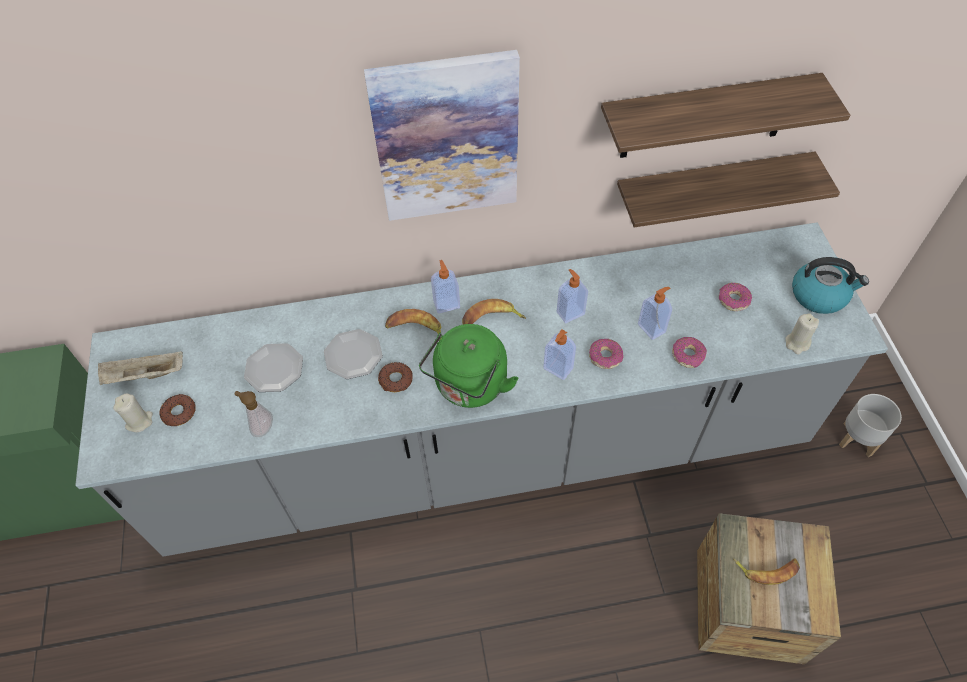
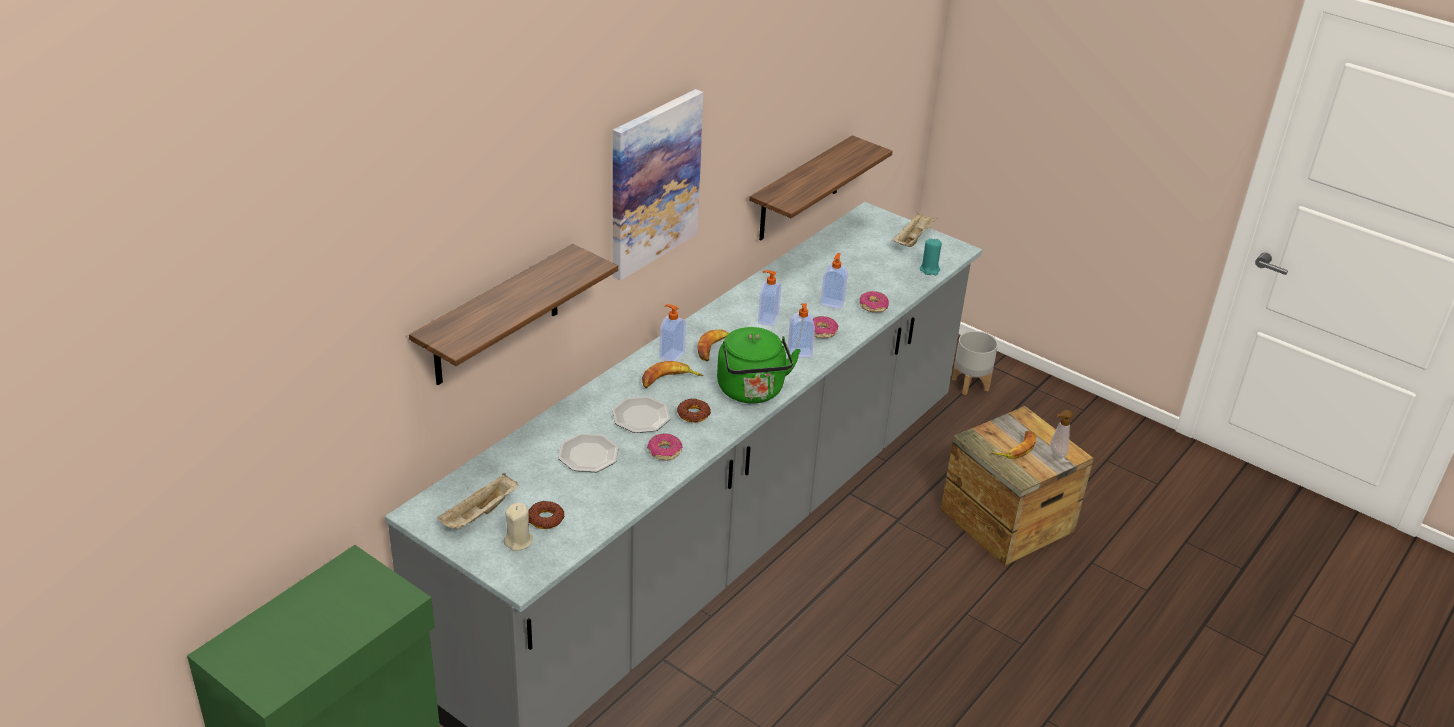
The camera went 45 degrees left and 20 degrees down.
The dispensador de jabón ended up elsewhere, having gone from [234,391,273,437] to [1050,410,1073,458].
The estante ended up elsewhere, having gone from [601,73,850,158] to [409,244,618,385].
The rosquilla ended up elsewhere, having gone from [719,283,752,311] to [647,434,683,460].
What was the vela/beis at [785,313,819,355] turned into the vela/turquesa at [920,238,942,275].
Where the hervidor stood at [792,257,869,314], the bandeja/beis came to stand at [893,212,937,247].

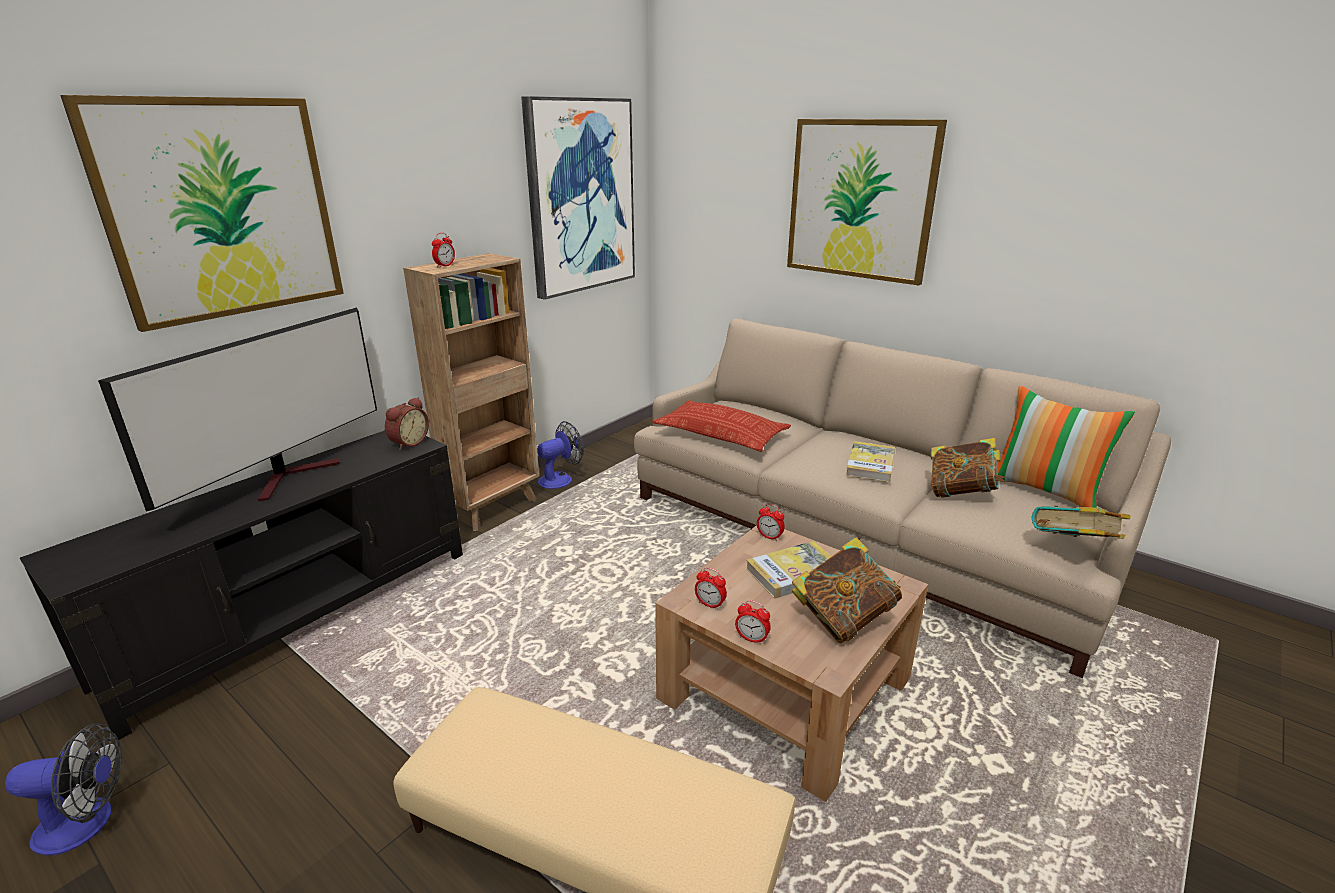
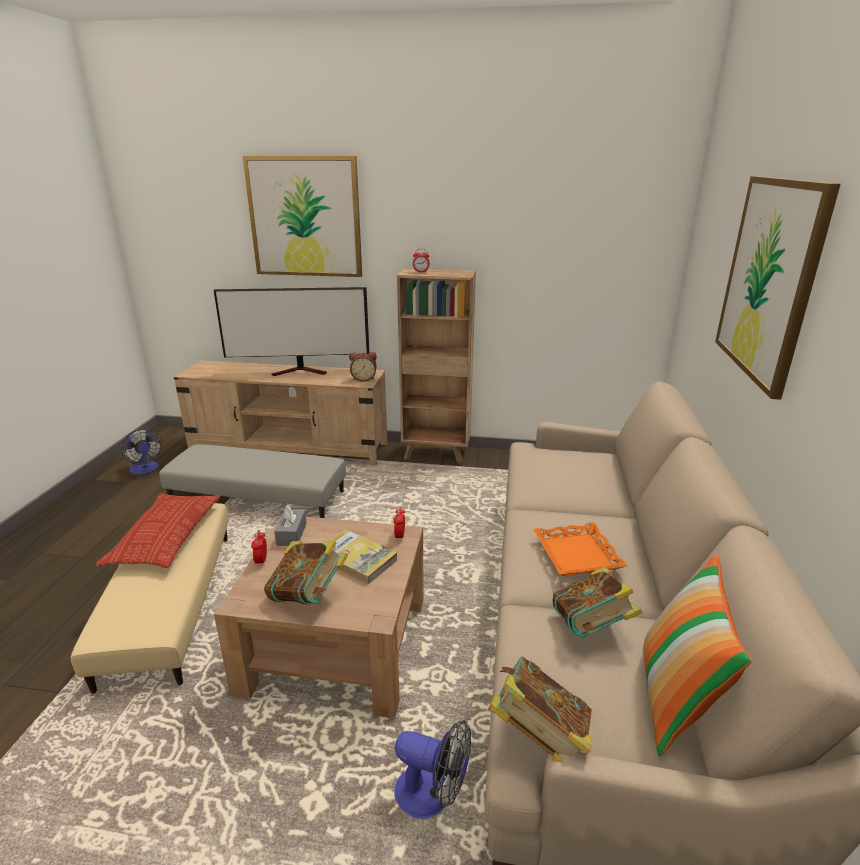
The camera went 60 degrees right and 0 degrees up.
What was the mueble de televisión/negro at [20,430,463,740] turned into the mueble de televisión/beis at [174,360,387,466].
The second view lost the cuadro at [521,96,635,300].
The ventilador ended up elsewhere, having gone from [537,421,583,489] to [394,720,471,819].
The cojín ended up elsewhere, having gone from [652,400,791,452] to [96,493,221,568].
Where the despertador stood at [695,567,727,610], the caja de pañuelos/gris came to stand at [274,505,307,546].
Where the libro stood at [846,441,895,482], the bandeja/naranja came to stand at [533,522,627,576].
The second view gained the puf/gris at [159,444,346,518].

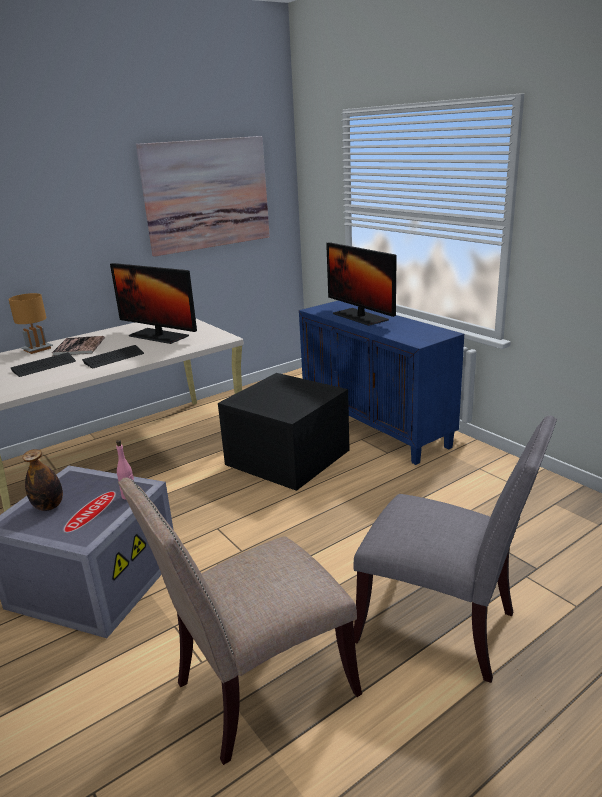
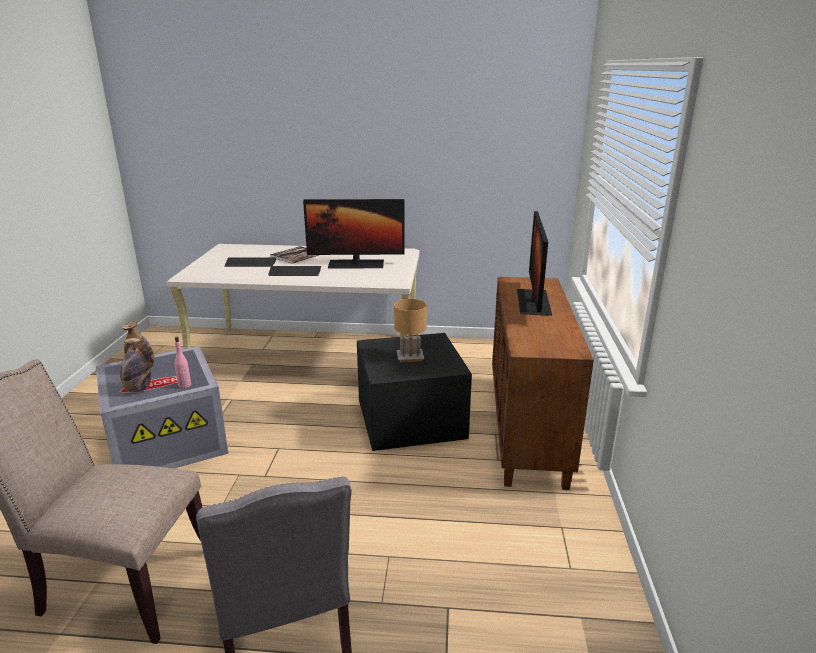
The camera went 40 degrees right and 0 degrees up.
The lámpara de mesa/marrón ended up elsewhere, having gone from [8,293,53,354] to [394,299,427,362].
The monitor at [110,263,197,344] ended up facing another way, 75 degrees counterclockwise from before.
The second view lost the cuadro at [136,136,270,257].
What was the armario/azul at [299,300,464,465] turned into the armario/marrón at [492,277,594,490].
The second view gained the botella at [120,338,151,392].

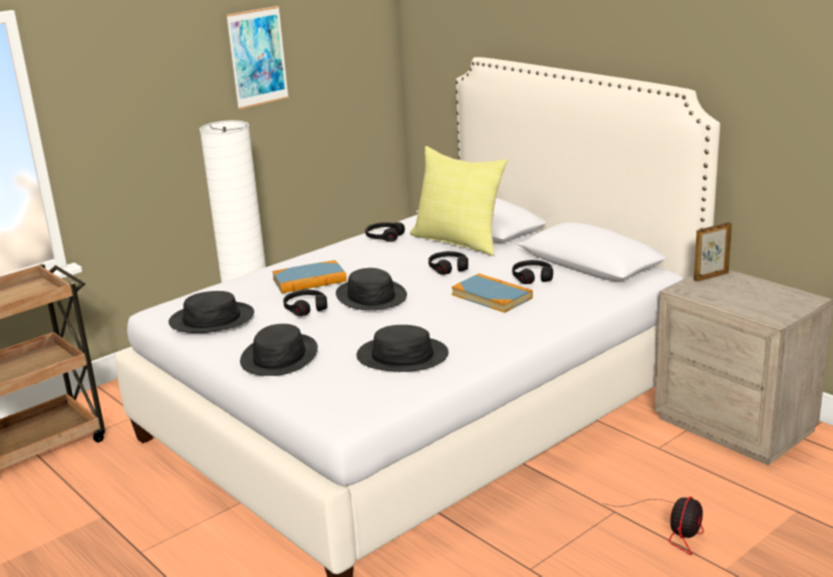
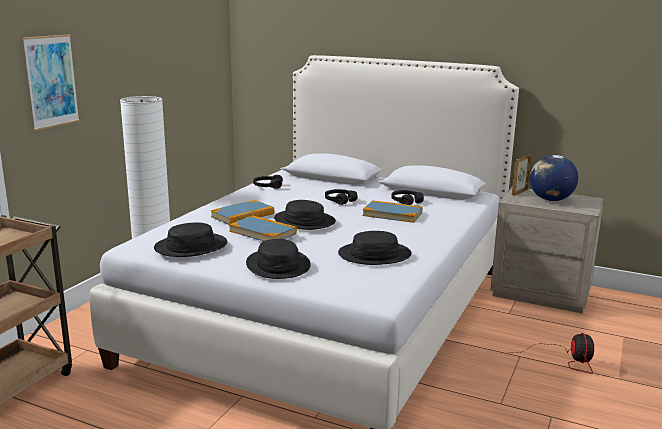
The camera went 25 degrees left and 5 degrees down.
The cuadro ended up elsewhere, having gone from [226,6,289,109] to [22,34,80,131].
Where the auriculares/negro stood at [283,290,327,316], the libro came to stand at [229,215,297,241].
The second view lost the cojín/amarillo at [410,146,507,256].
The second view gained the globo terráqueo at [530,155,578,201].

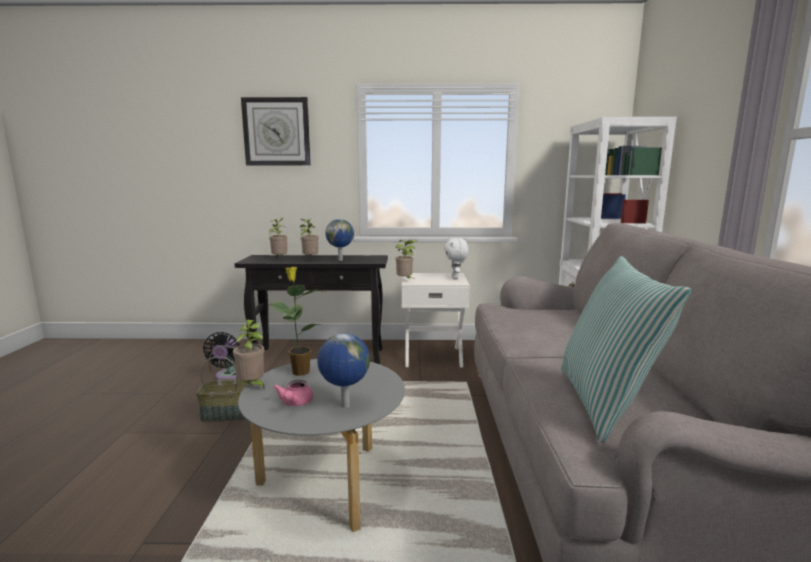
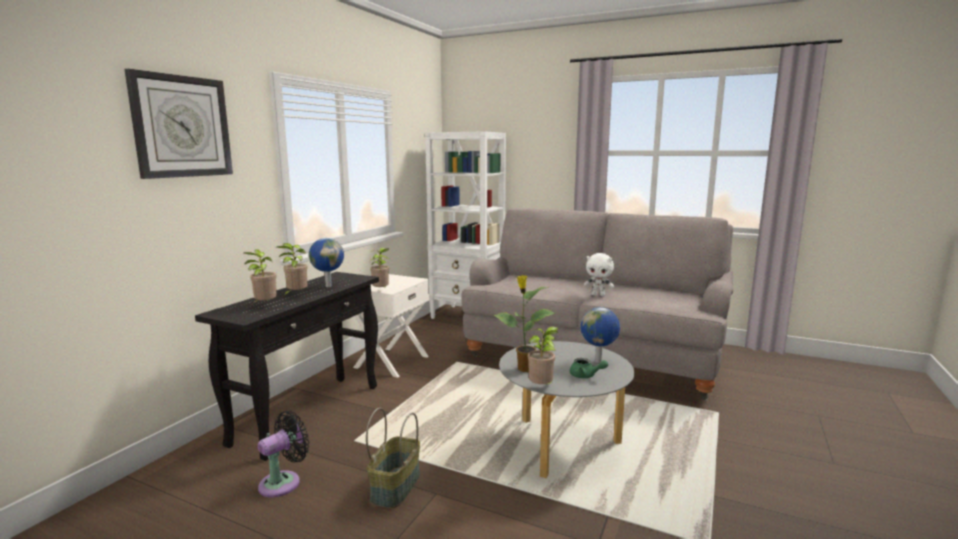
The camera went 65 degrees left and 0 degrees up.
The ventilador/negro at [203,332,240,379] ended up facing another way, 75 degrees counterclockwise from before.
What was the tetera/rosa at [274,380,313,406] turned into the tetera/verde at [570,358,608,378].
The peluche/blanco ended up elsewhere, having gone from [444,238,469,279] to [584,253,614,296].
The second view lost the cojín at [561,256,691,443].

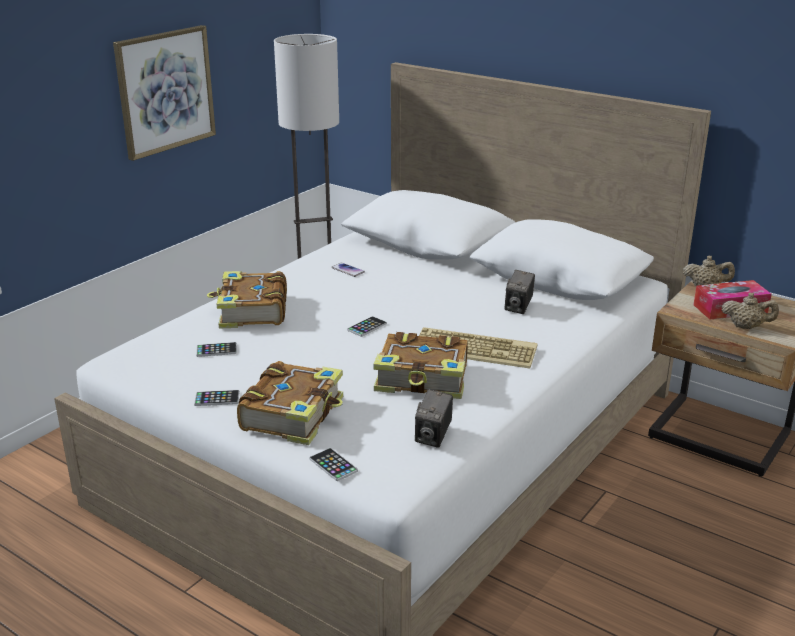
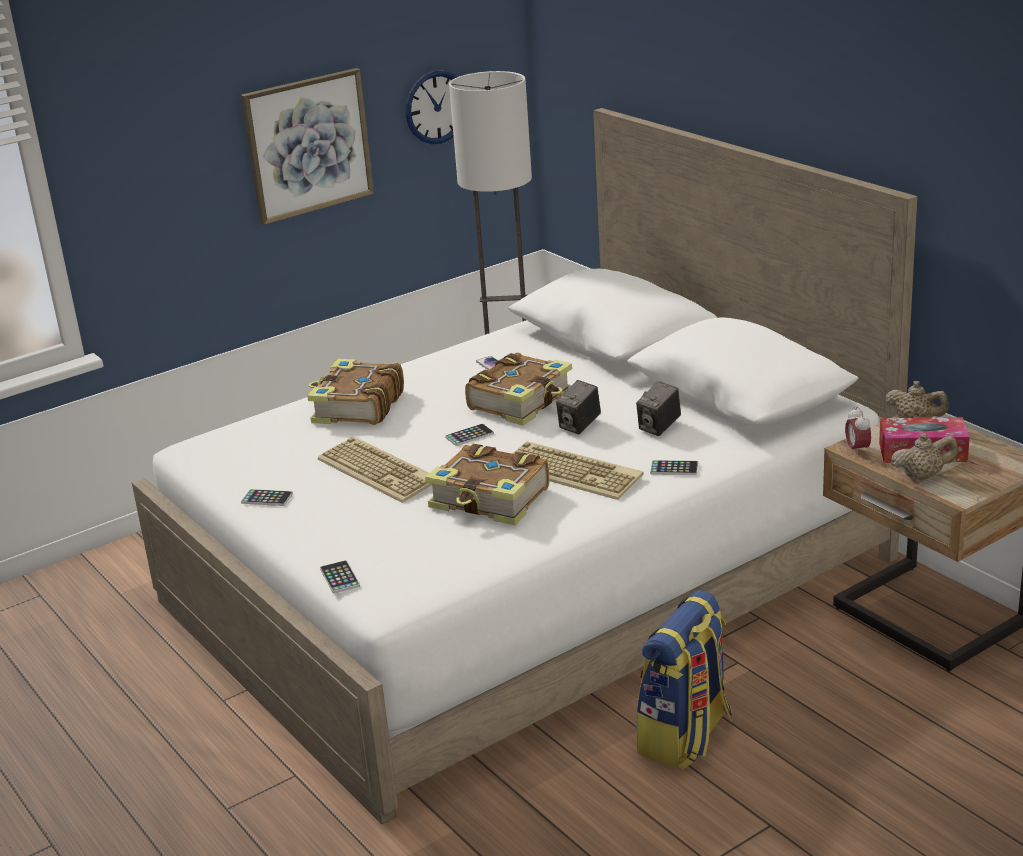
The camera went 20 degrees right and 0 degrees up.
The móvil ended up elsewhere, having gone from [196,342,237,357] to [650,460,698,475].
The libro ended up elsewhere, having gone from [237,361,343,445] to [465,352,572,426].
The cámara ended up elsewhere, having gone from [415,389,453,448] to [556,380,601,434].
The tetera/beis at [722,293,779,329] ended up facing another way, 45 degrees counterclockwise from before.
The second view gained the teclado at [318,437,432,503].
The second view gained the reloj de pared at [406,70,457,144].
The second view gained the mochila at [636,590,732,770].
The second view gained the despertador at [845,406,871,456].

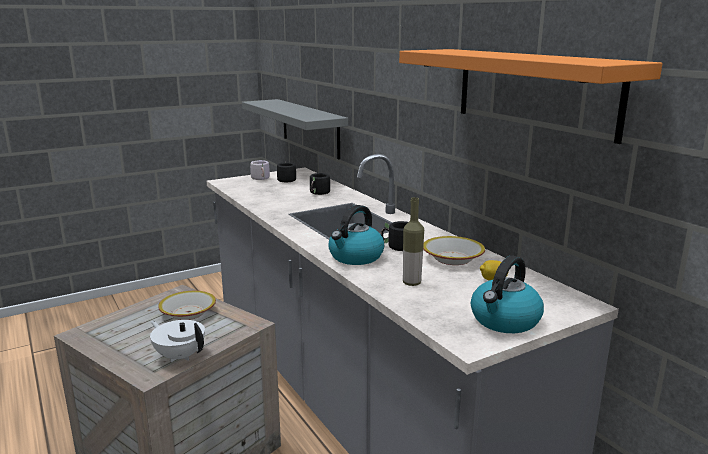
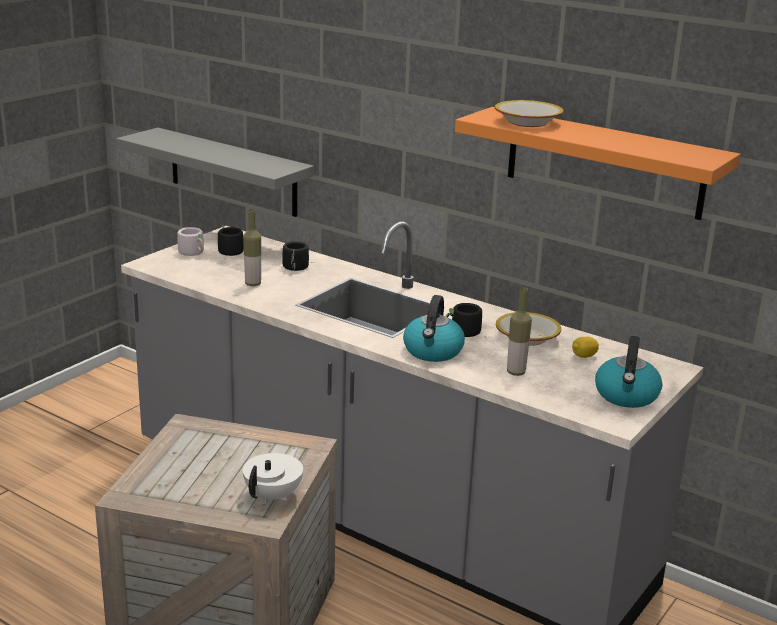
The camera went 25 degrees left and 5 degrees up.
The tetera/blanco at [150,320,205,362] ended up facing another way, 105 degrees clockwise from before.
The cuenco ended up elsewhere, having gone from [158,291,216,320] to [495,100,564,127].
The second view gained the botella at [243,209,261,286].

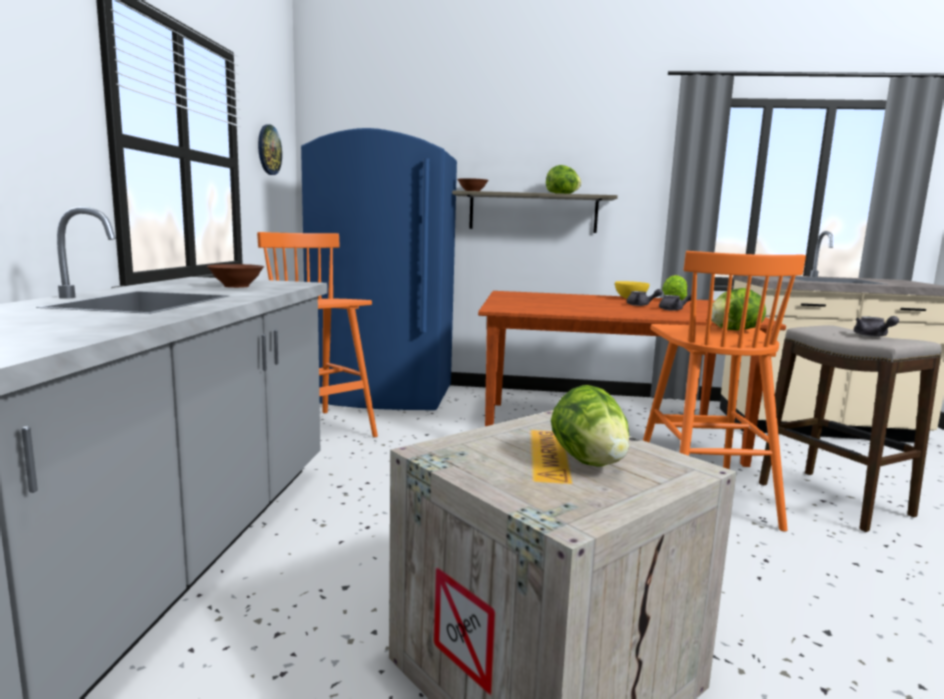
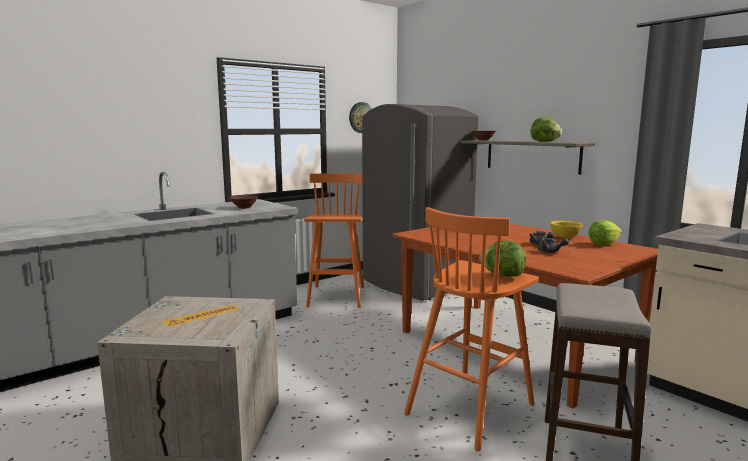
The camera went 45 degrees right and 0 degrees up.
What was the nevera/azul at [301,128,457,410] turned into the nevera/gris at [362,104,478,301].
The second view lost the lechuga at [551,385,629,467].
The second view lost the tetera/gris at [854,316,899,337].

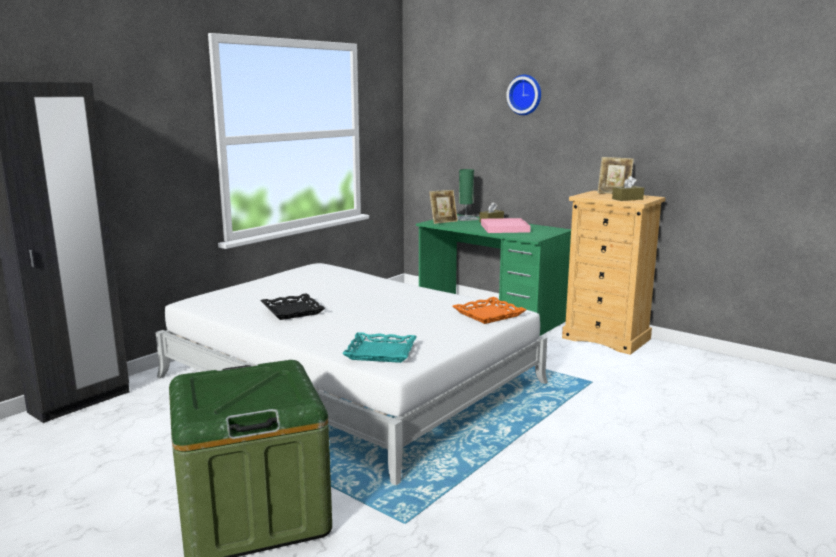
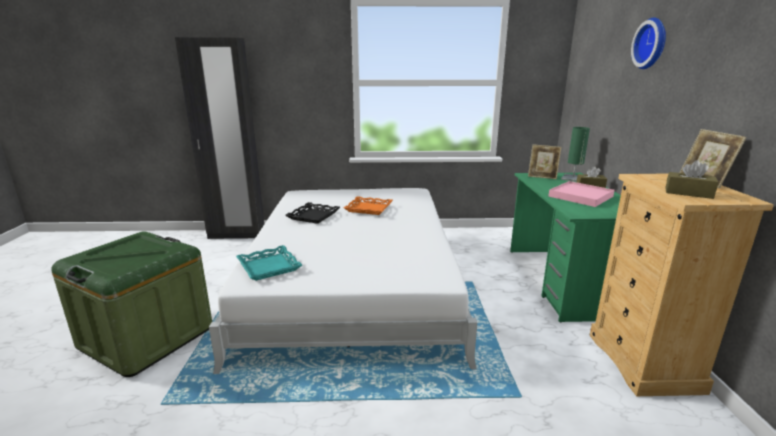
The camera went 50 degrees right and 5 degrees up.
The bandeja/naranja ended up elsewhere, having gone from [453,297,526,324] to [344,196,393,215].

